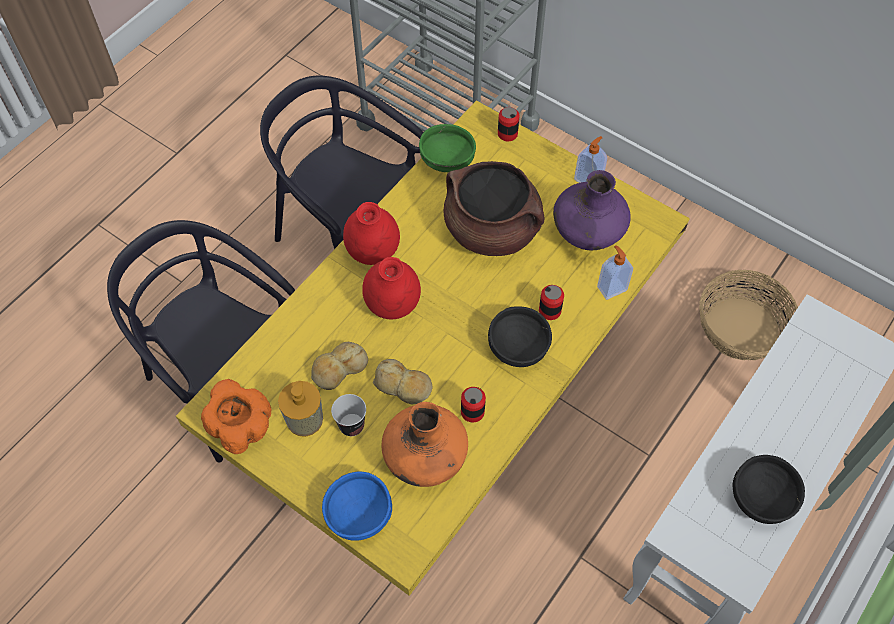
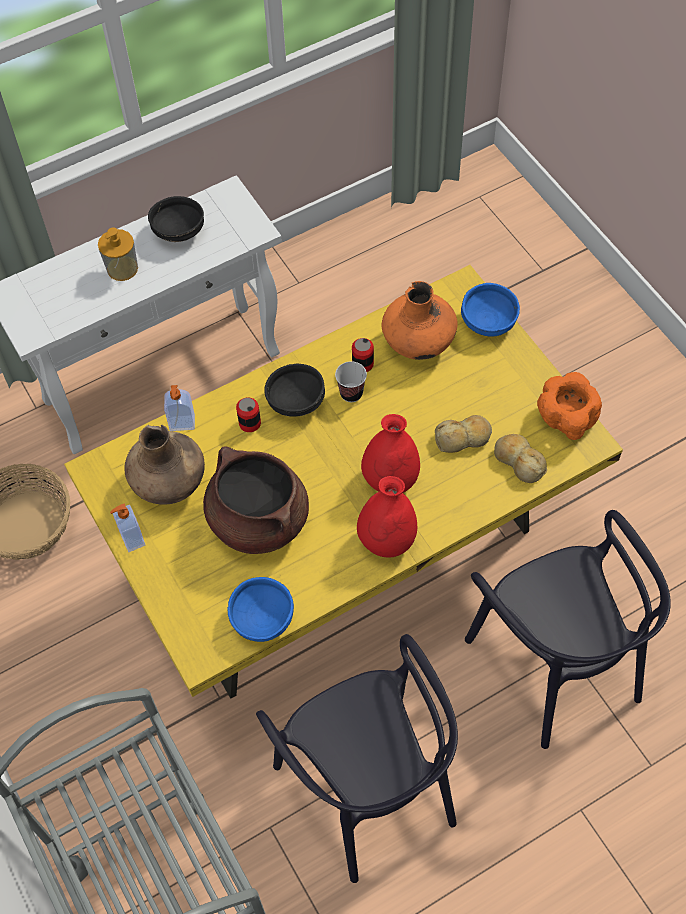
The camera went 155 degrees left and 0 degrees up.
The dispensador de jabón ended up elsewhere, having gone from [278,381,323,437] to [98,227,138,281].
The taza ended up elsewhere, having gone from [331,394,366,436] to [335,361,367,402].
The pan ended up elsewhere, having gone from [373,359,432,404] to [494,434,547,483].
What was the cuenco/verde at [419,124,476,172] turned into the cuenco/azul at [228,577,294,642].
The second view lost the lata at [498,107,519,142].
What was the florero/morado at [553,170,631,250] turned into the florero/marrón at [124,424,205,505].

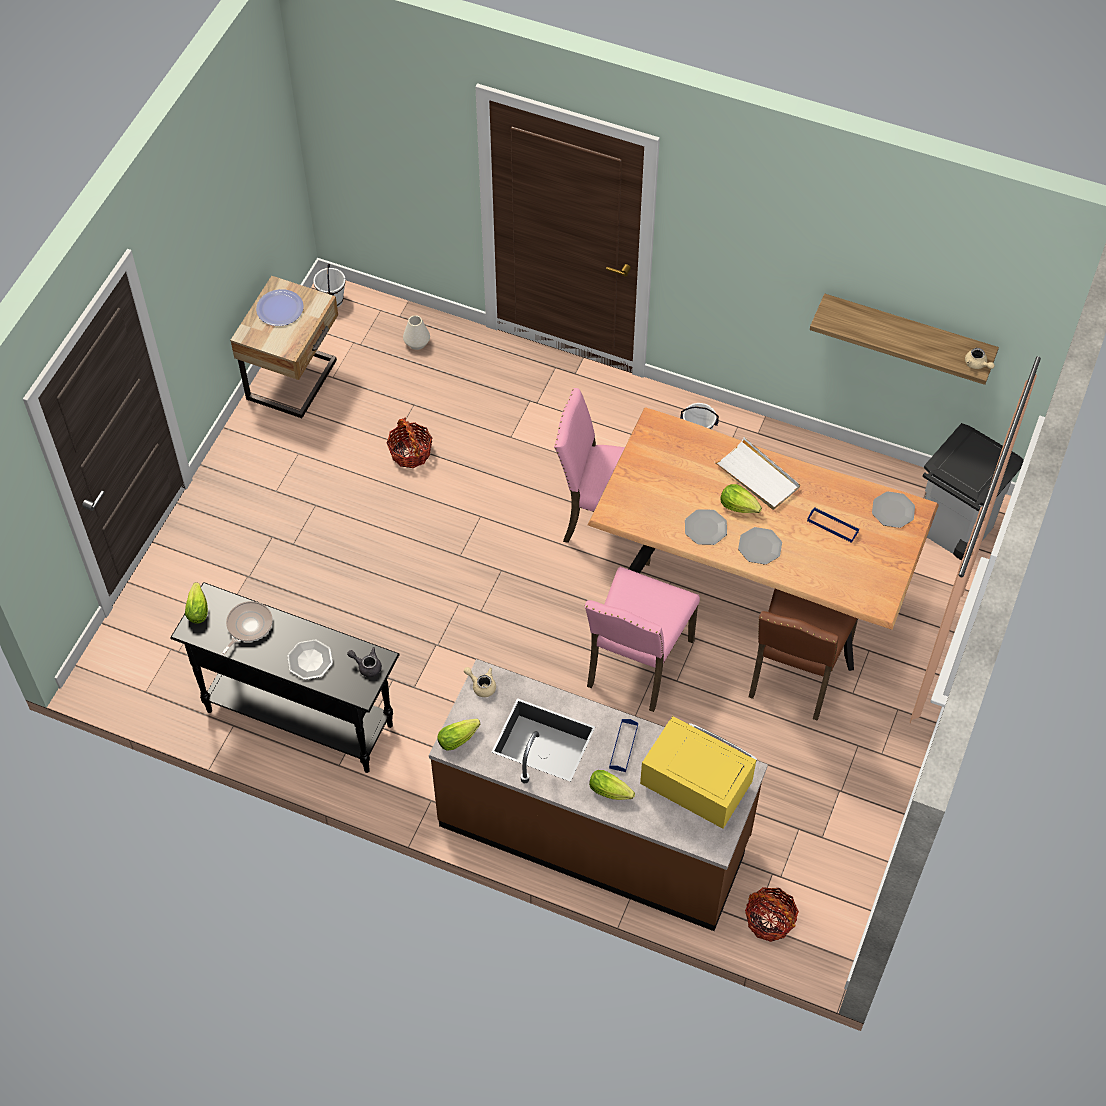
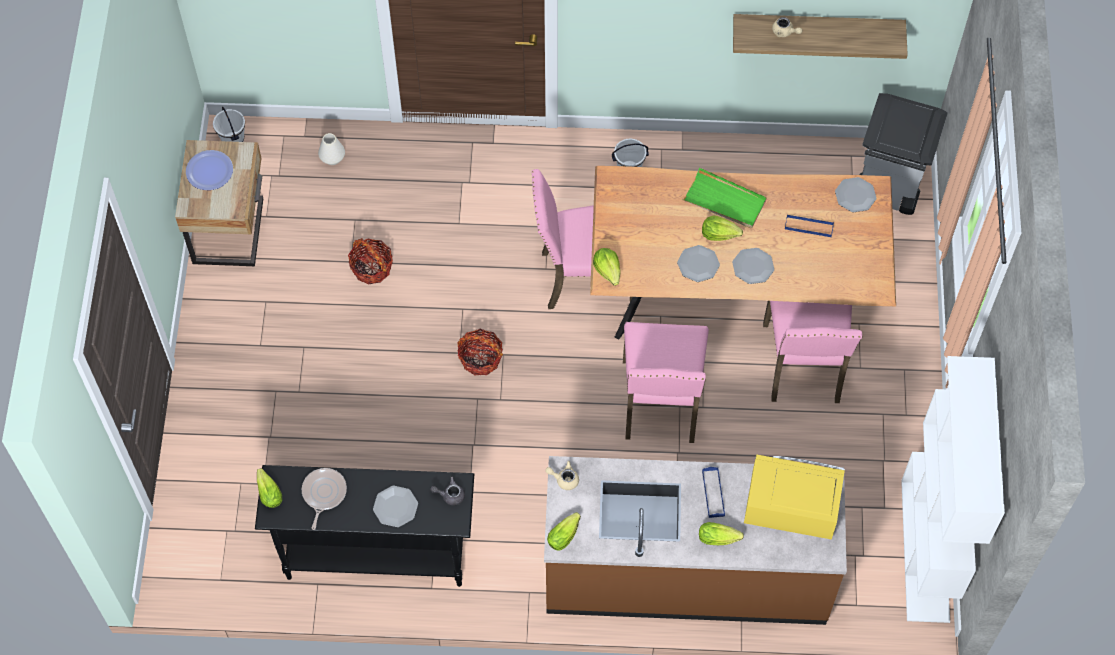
The camera went 20 degrees left and 5 degrees up.
What was the bandeja/blanco at [715,437,800,510] turned into the bandeja/verde at [683,167,767,228].
The cesta ended up elsewhere, having gone from [745,887,799,942] to [457,329,503,375].
What was the silla/marrón at [749,589,858,721] turned into the silla/rosa at [763,301,862,403].
The tetera/beis ended up elsewhere, having gone from [965,348,995,369] to [772,17,803,37].
The second view gained the lechuga at [593,248,621,286].
The second view gained the estantería/blanco at [901,356,1005,623].

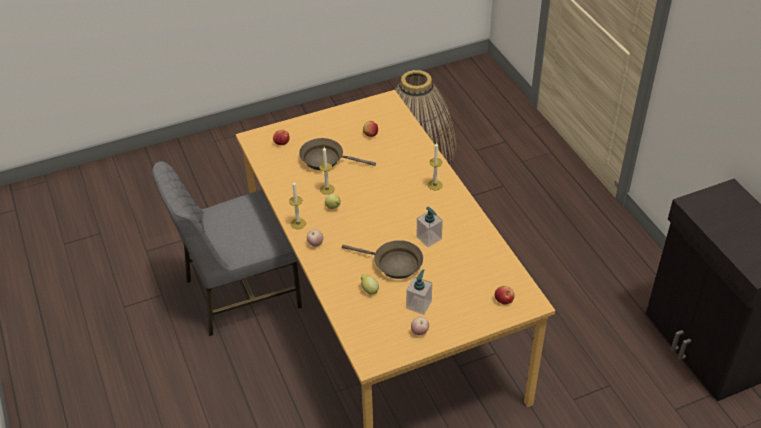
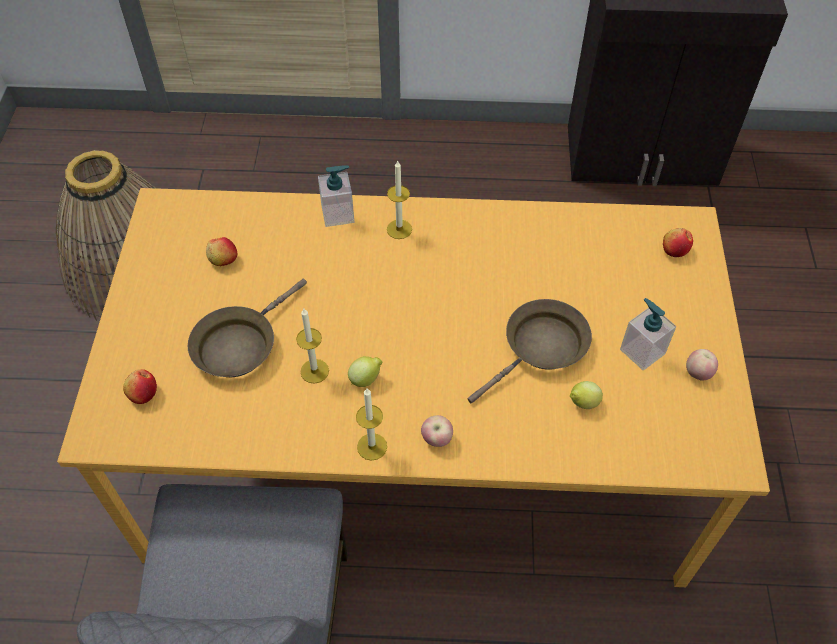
The camera went 65 degrees left and 10 degrees up.
The dispensador de jabón ended up elsewhere, having gone from [417,207,443,247] to [318,165,354,227].

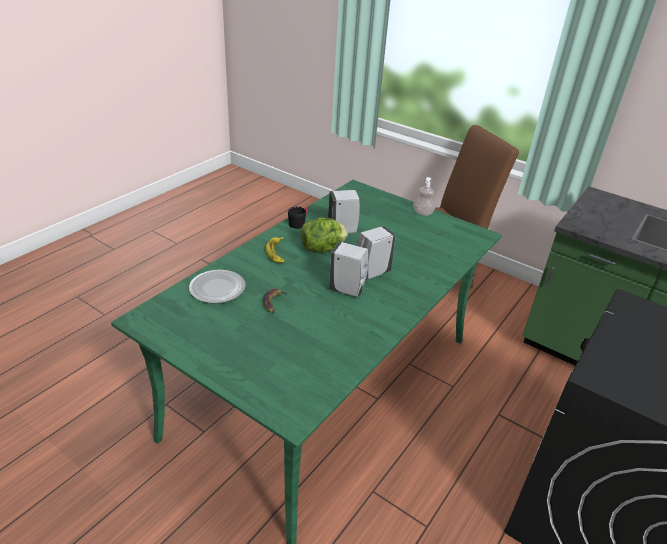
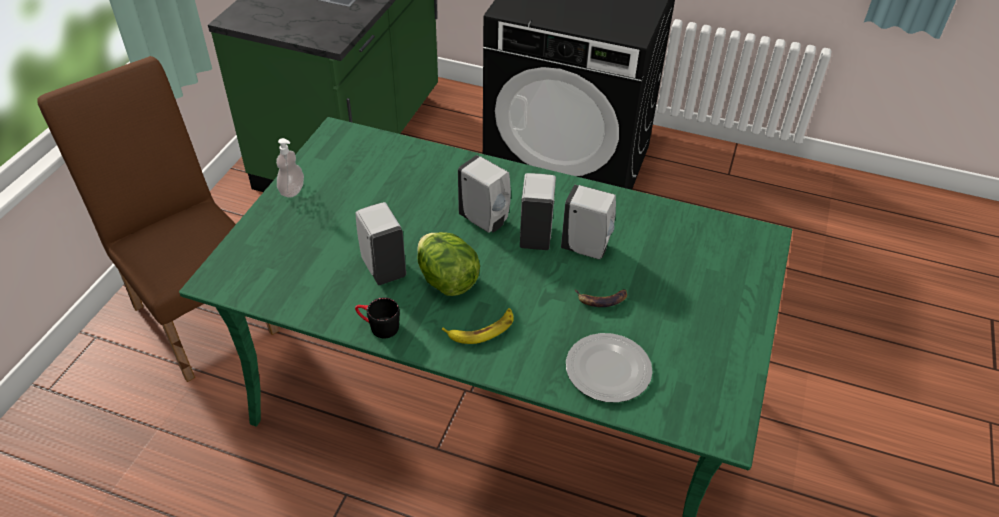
The camera went 105 degrees left and 10 degrees up.
The second view gained the dispensador de jabón/blanco at [561,184,616,260].

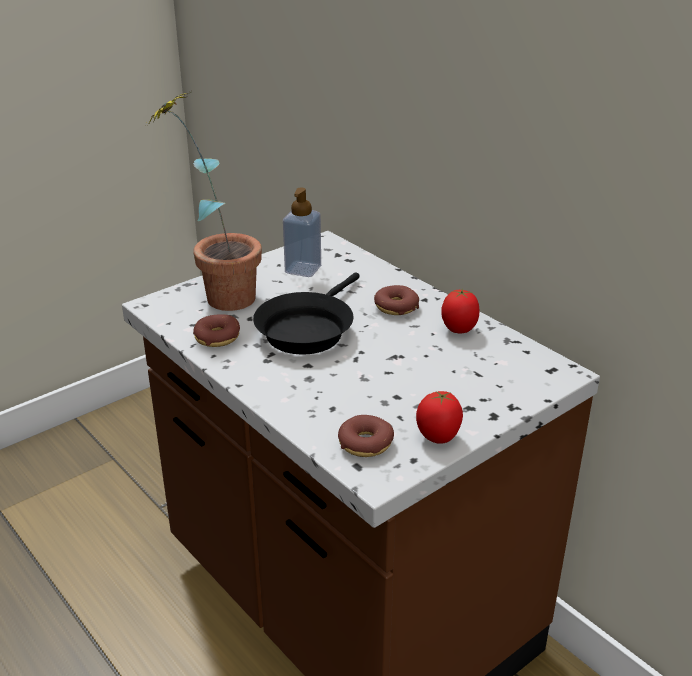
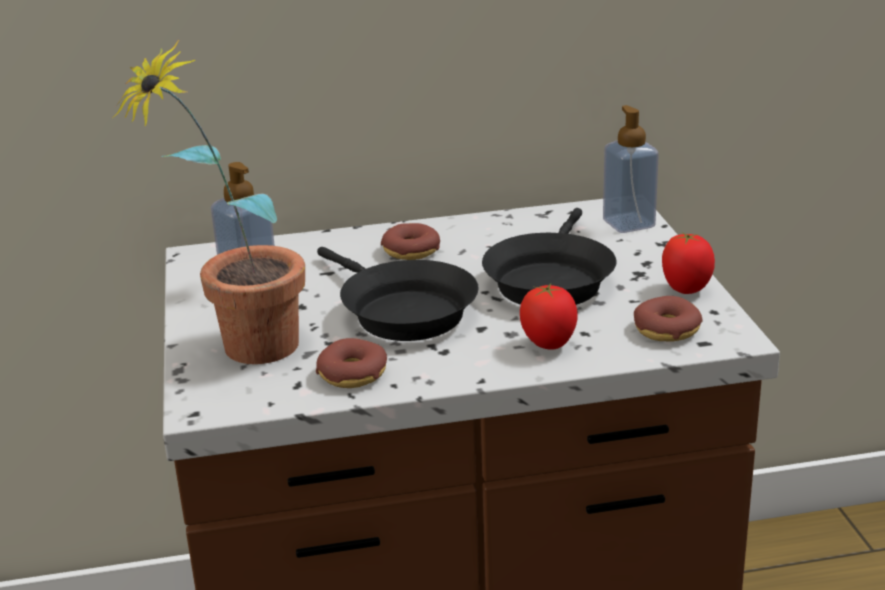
The camera went 60 degrees left and 5 degrees down.
The tomate ended up elsewhere, having gone from [441,289,479,334] to [520,284,578,350].
The second view gained the sartén/negro at [482,208,617,305].
The second view gained the dispensador de jabón at [603,105,659,233].

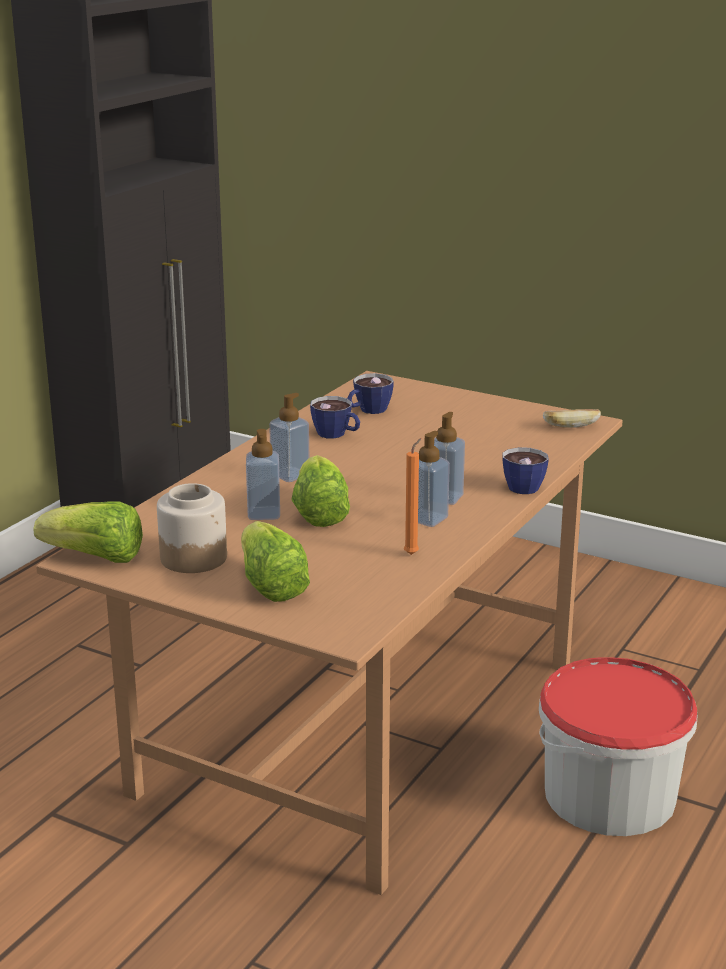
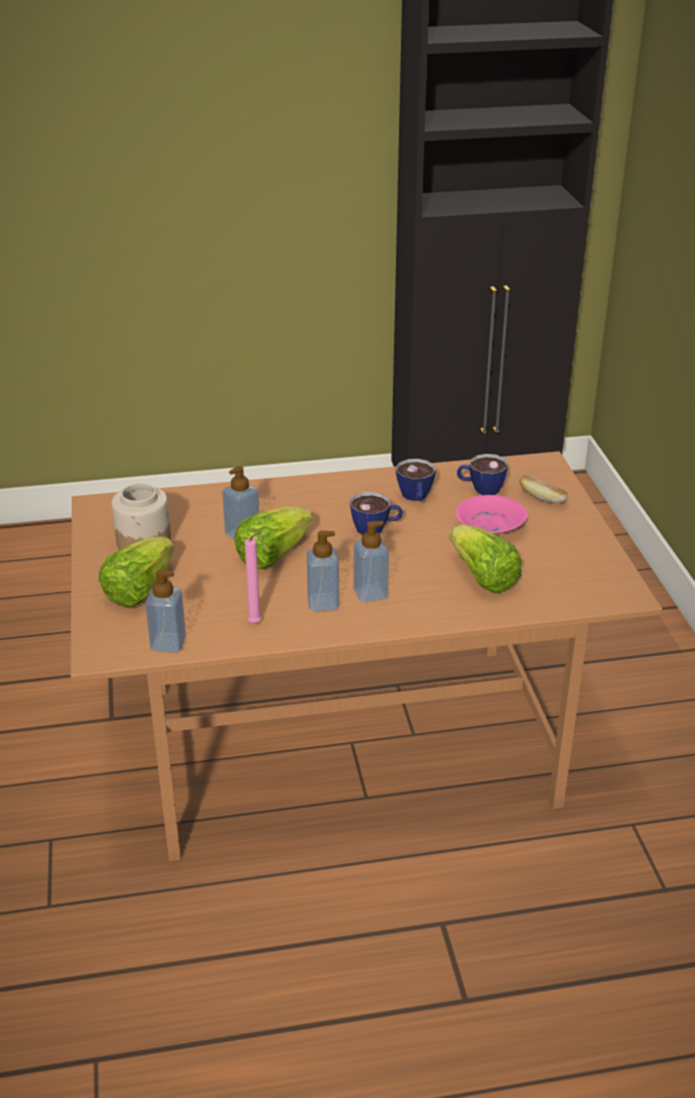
The camera went 50 degrees right and 10 degrees up.
The lechuga ended up elsewhere, having gone from [33,501,143,563] to [449,525,522,593].
The dispensador de jabón ended up elsewhere, having gone from [269,393,309,482] to [145,569,186,653].
What was the vela/naranja at [404,438,421,555] turned into the vela/rosa at [245,532,262,623].
The taza ended up elsewhere, having gone from [502,447,549,494] to [350,492,403,535].
The second view lost the cubo at [539,657,697,836].
The pan ended up elsewhere, having gone from [543,409,601,428] to [519,475,568,503].
The second view gained the cuenco/rosa at [456,495,527,534].

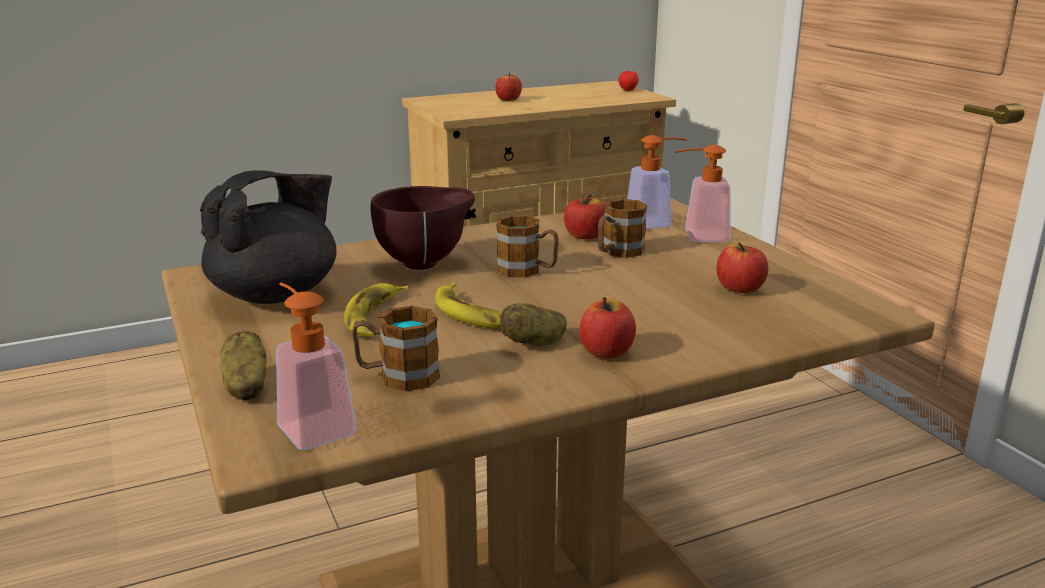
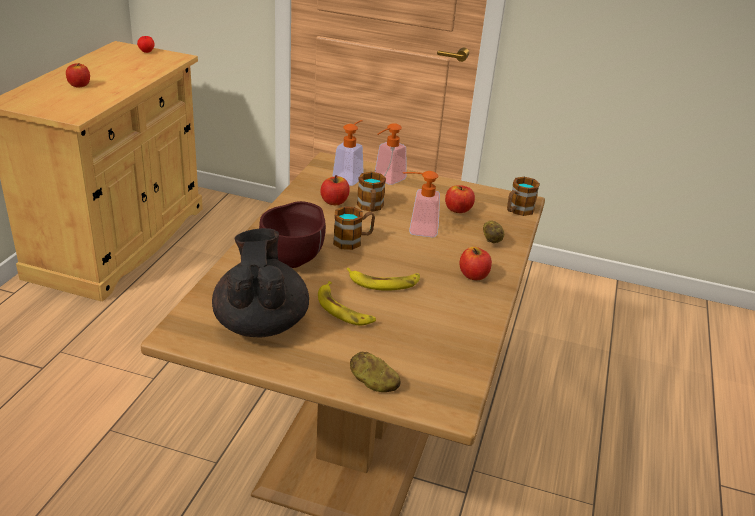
The camera went 50 degrees left and 10 degrees up.
The dispensador de jabón ended up elsewhere, having gone from [276,282,357,450] to [403,171,440,238].
The taza grande ended up elsewhere, having gone from [352,306,440,391] to [507,177,540,216].
The patata ended up elsewhere, having gone from [500,303,567,346] to [483,221,504,243].

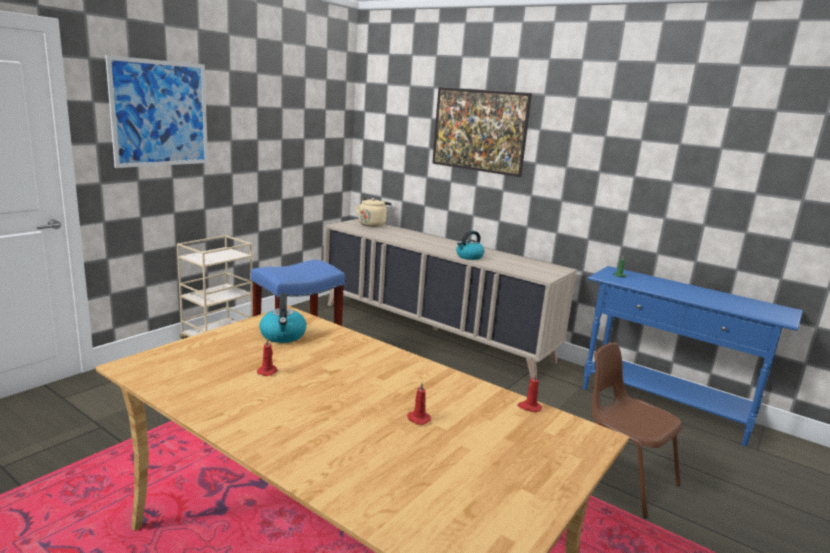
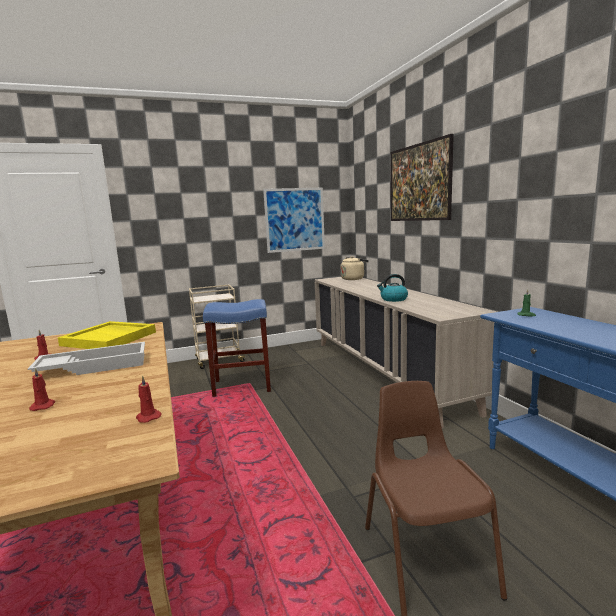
The camera went 35 degrees right and 5 degrees down.
The cuadro ended up elsewhere, having gone from [105,55,208,168] to [263,188,325,253].
Where the hervidor stood at [259,293,307,343], the bandeja/amarillo came to stand at [58,321,156,349].
The second view gained the bandeja/blanco at [28,342,145,375].

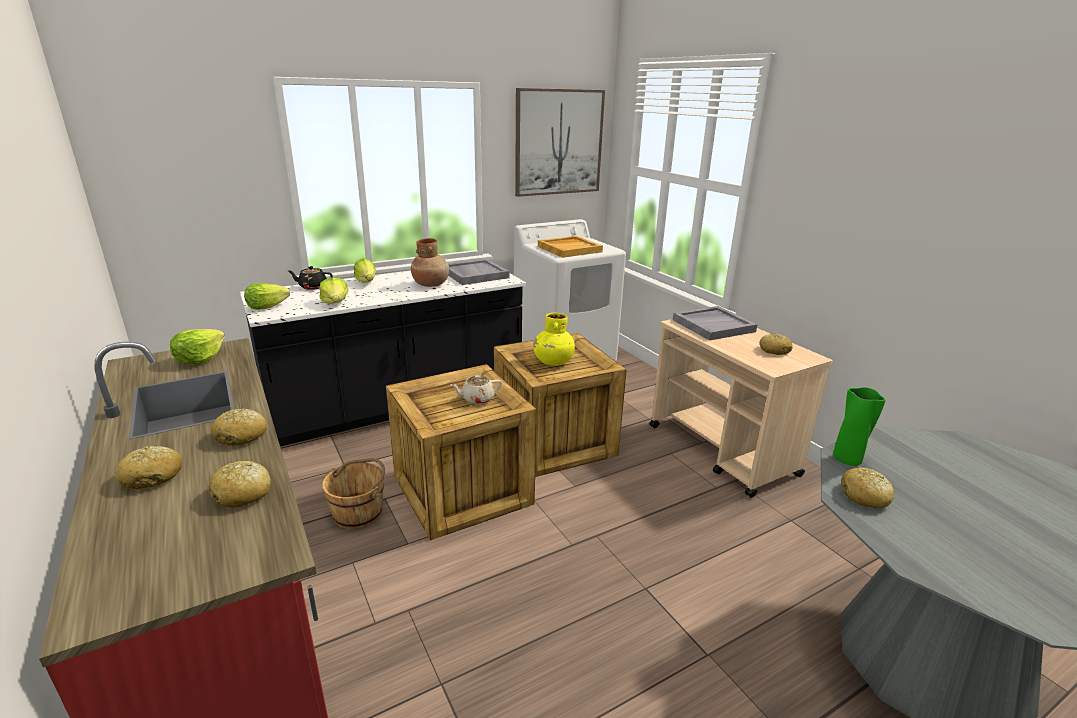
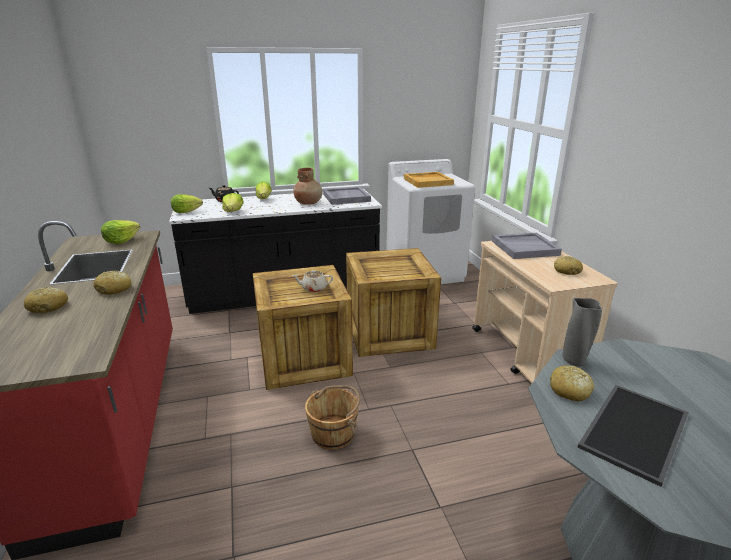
The camera went 15 degrees right and 0 degrees up.
The second view lost the pan at [208,461,271,508].
The cubo/marrón ended up elsewhere, having gone from [322,458,385,529] to [305,385,360,450].
The second view lost the cuadro at [515,88,605,197].
The second view lost the florero/amarillo at [533,313,575,366].
What was the florero/verde at [833,387,886,466] turned into the florero/gris at [563,298,602,367].
The second view gained the bandeja at [578,385,689,487].

